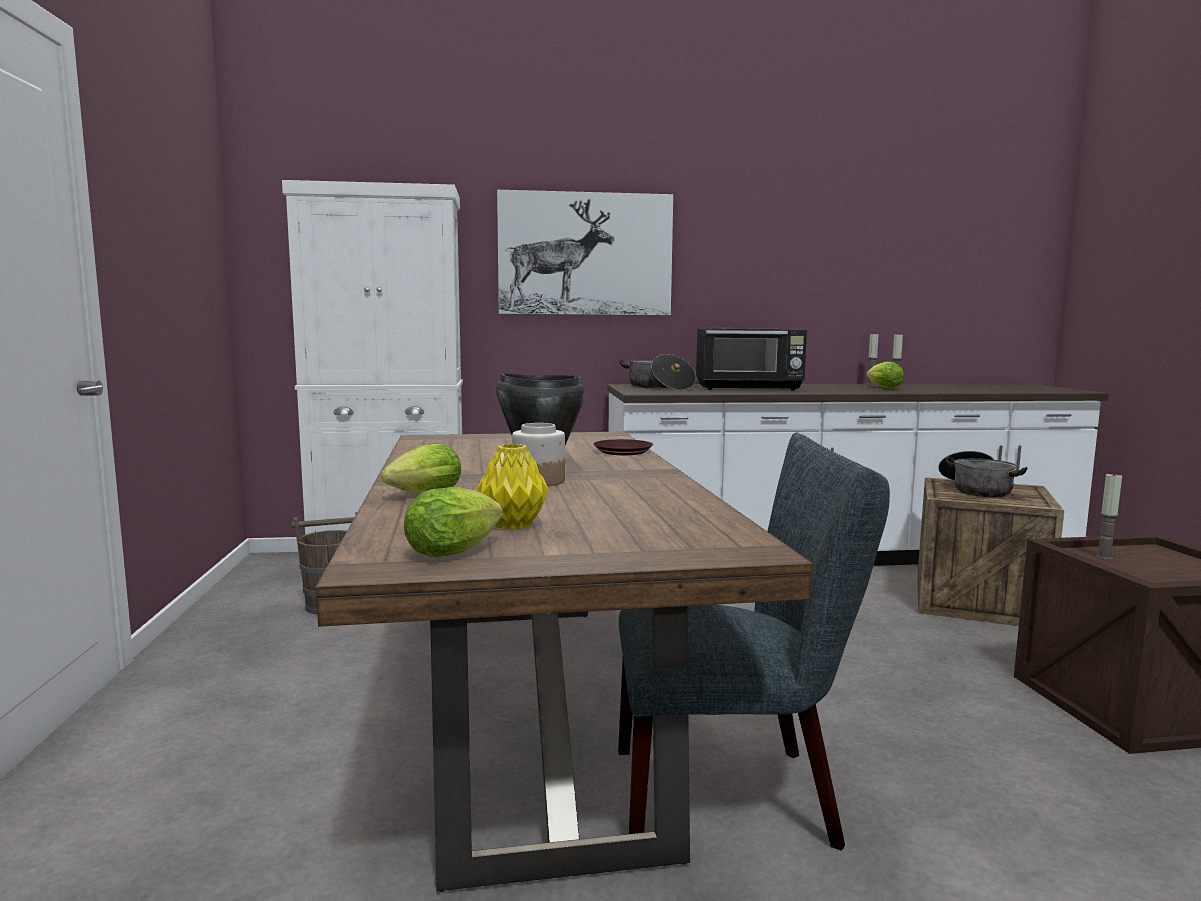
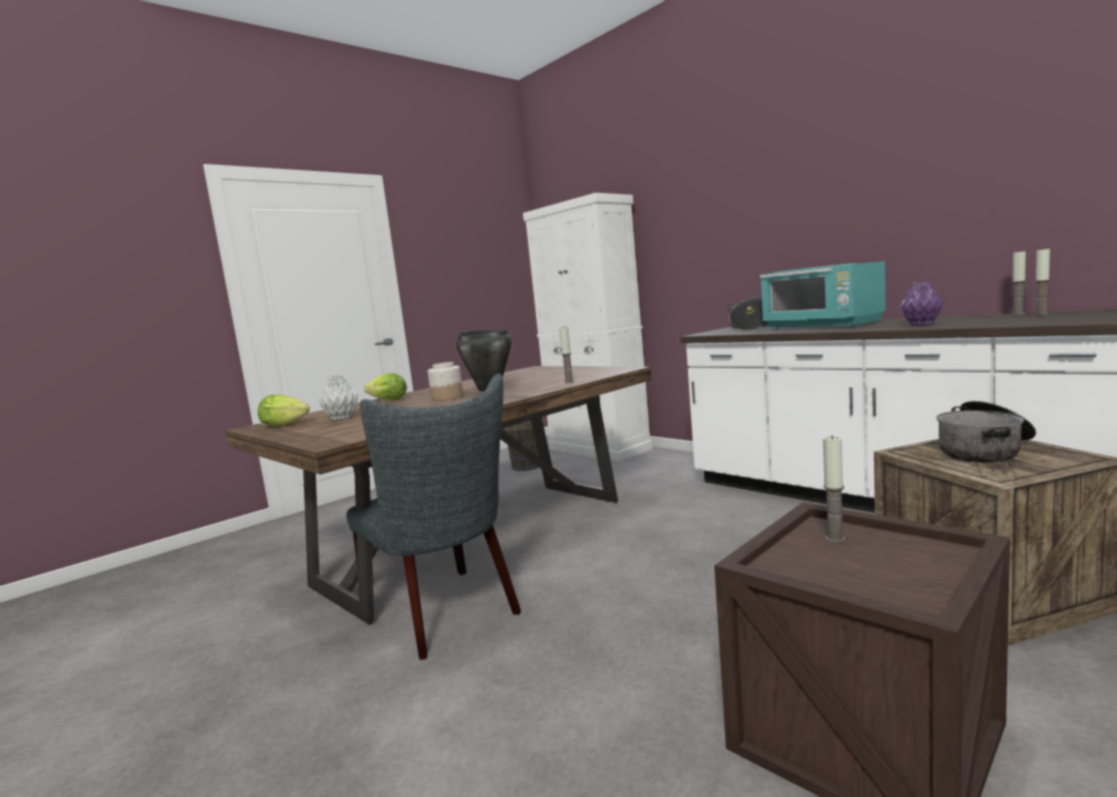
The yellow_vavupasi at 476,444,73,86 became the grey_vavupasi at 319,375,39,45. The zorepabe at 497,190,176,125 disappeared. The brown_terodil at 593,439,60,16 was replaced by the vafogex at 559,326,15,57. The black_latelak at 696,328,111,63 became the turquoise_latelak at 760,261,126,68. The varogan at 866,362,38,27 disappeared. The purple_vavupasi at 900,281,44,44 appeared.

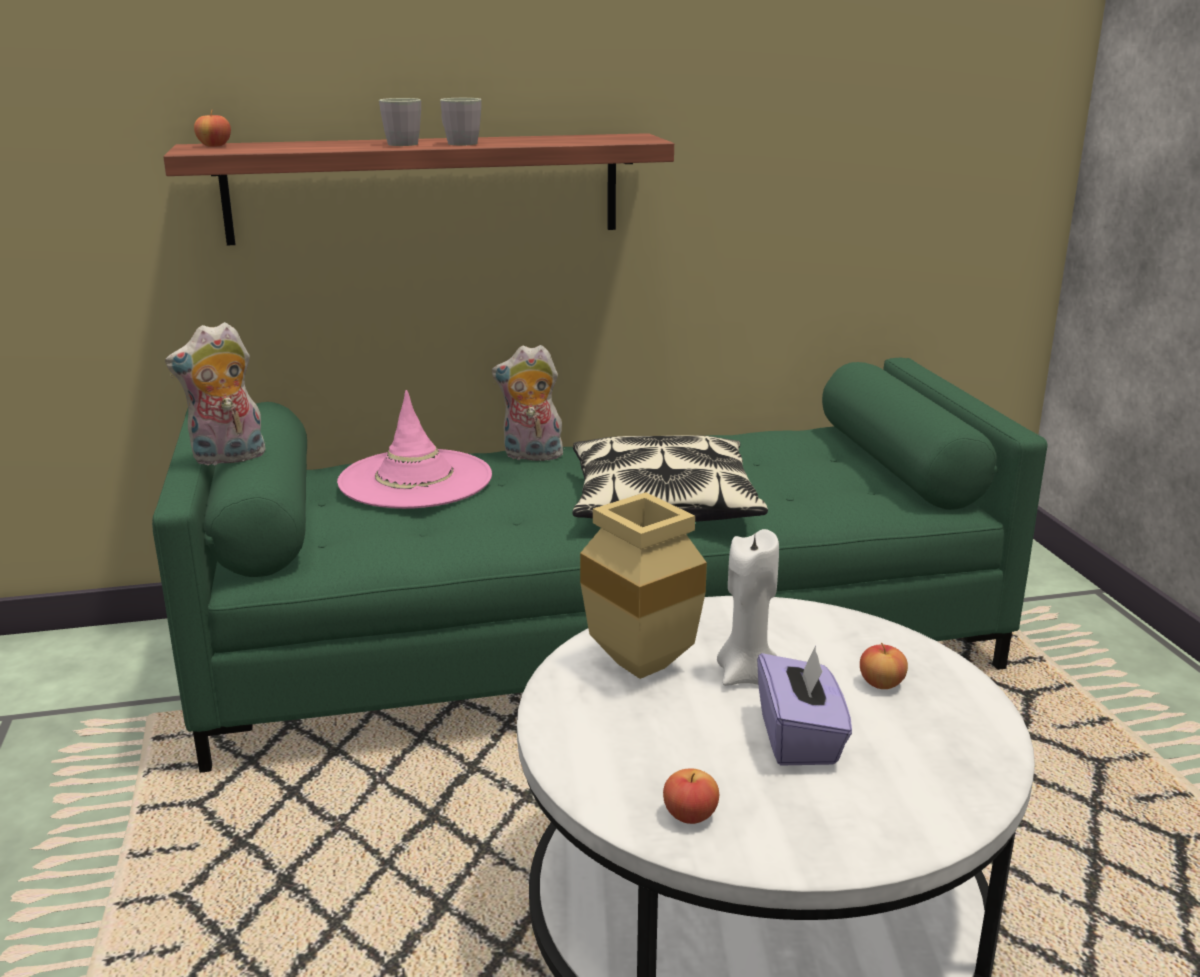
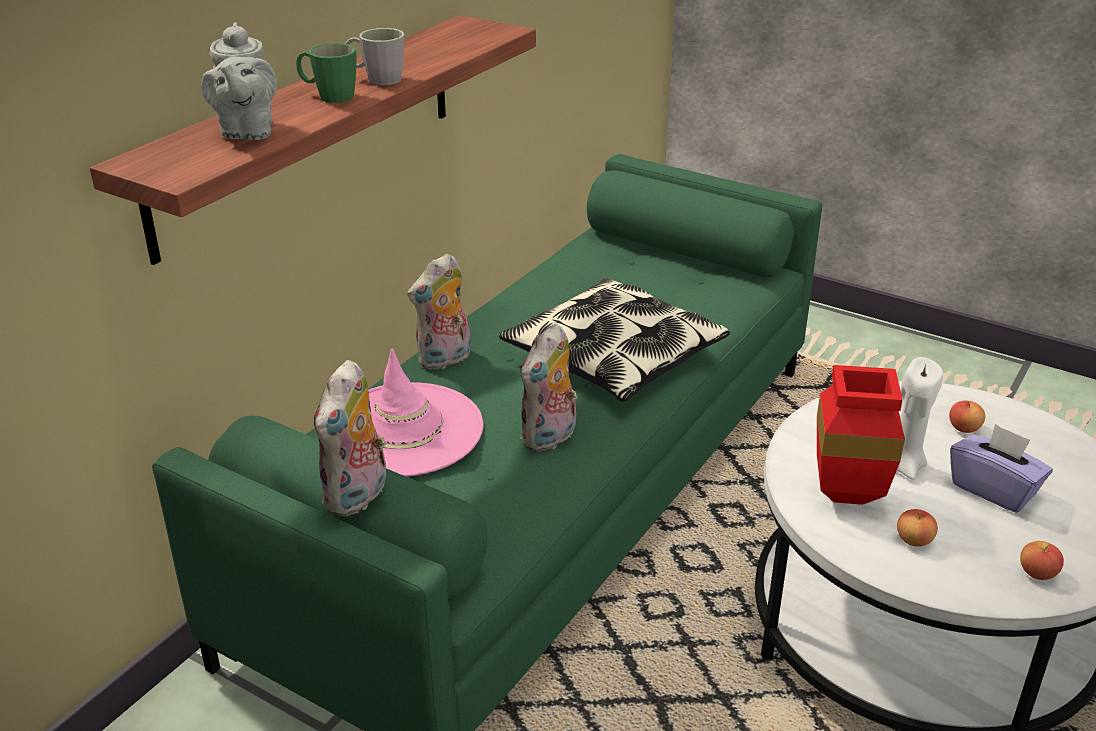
The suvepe moved from 194,110,37,37 to 897,509,41,38. The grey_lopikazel at 379,98,42,48 became the green_lopikazel at 296,43,60,60. The beige_vavupasi at 580,492,127,187 became the red_vavupasi at 817,365,88,140. The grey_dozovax at 201,22,76,118 appeared. The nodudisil at 521,324,56,128 appeared.

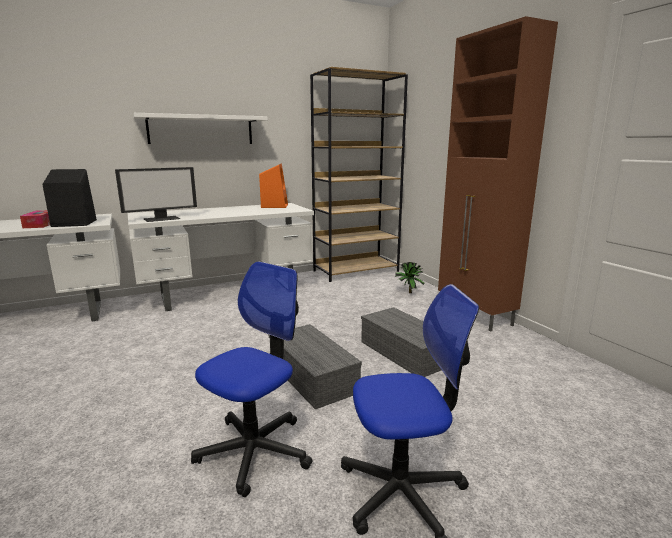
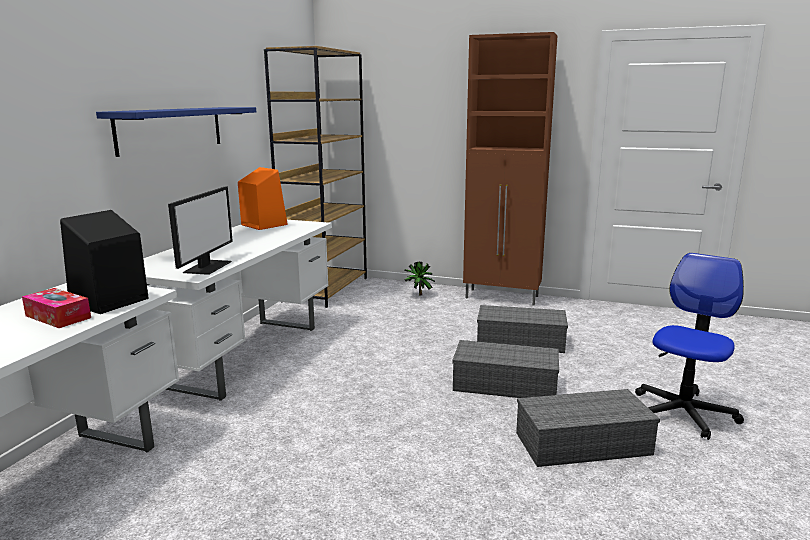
The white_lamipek at 133,113,135,31 became the blue_lamipek at 96,107,160,50. The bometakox at 191,261,121,236 was replaced by the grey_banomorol at 516,389,144,78.

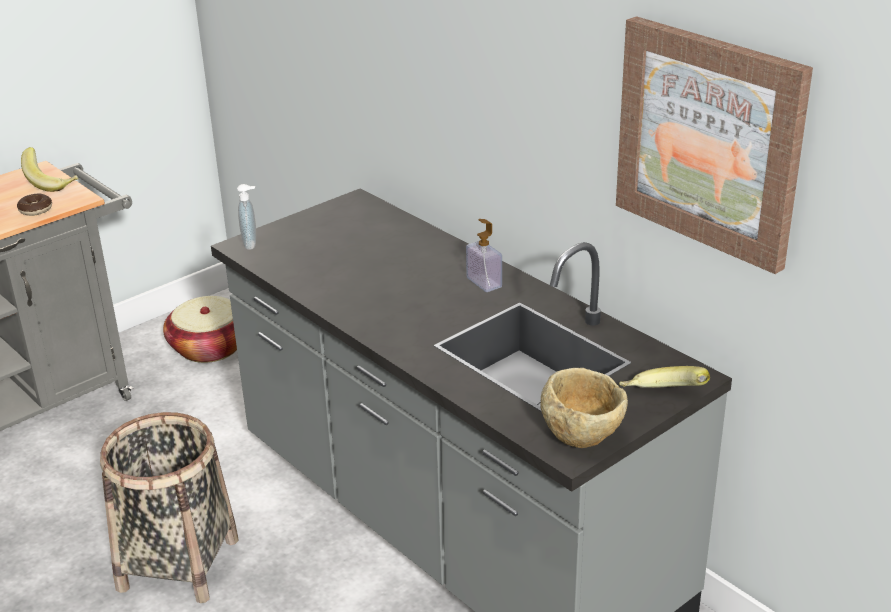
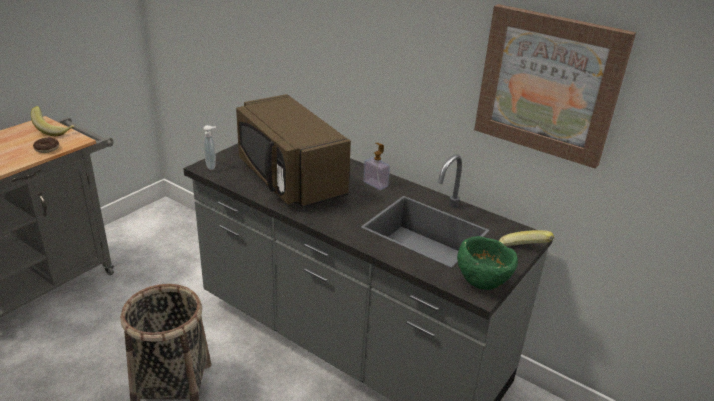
The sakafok at 163,296,74,67 disappeared. The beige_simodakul at 540,368,88,80 became the green_simodakul at 457,236,61,54. The brown_latelak at 236,94,115,114 appeared.

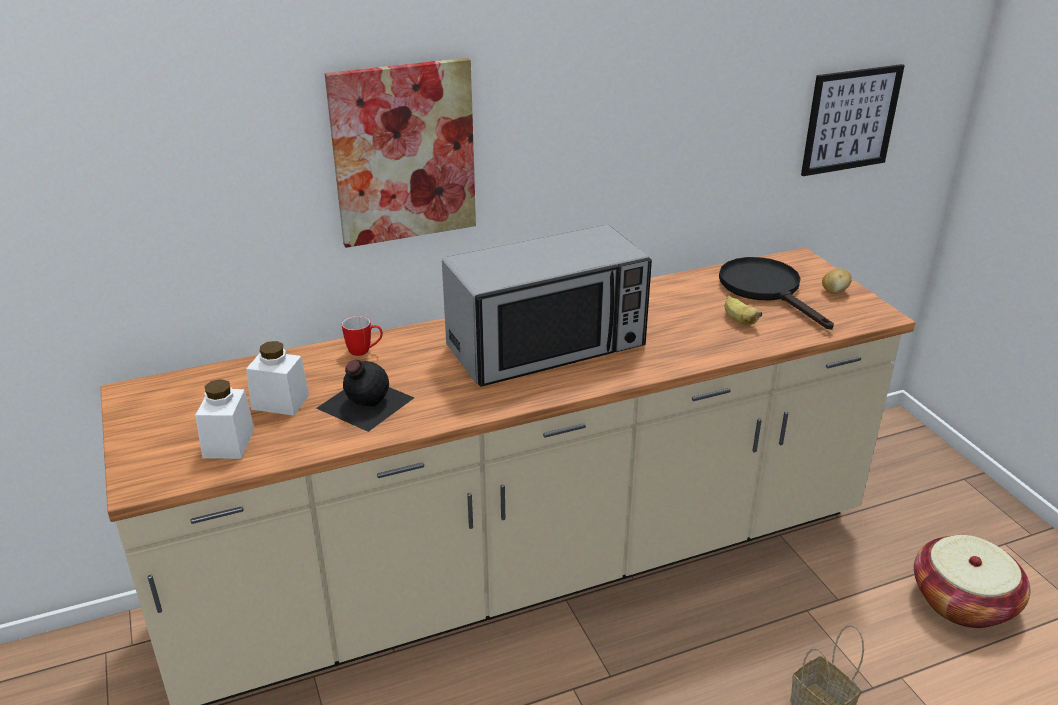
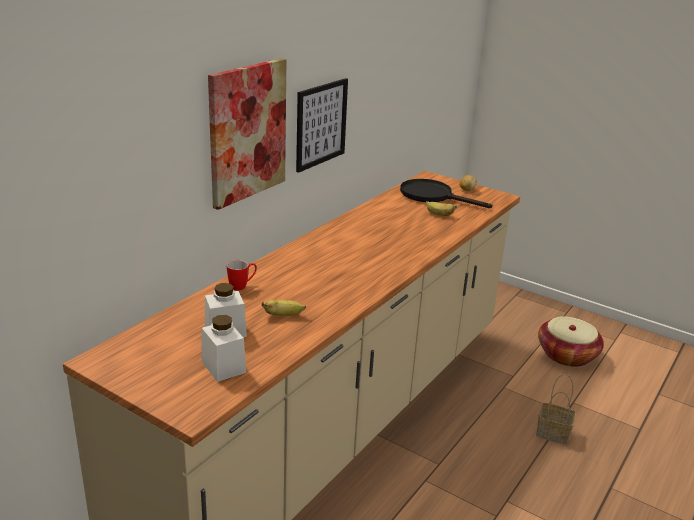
The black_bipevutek at 316,360,98,72 was replaced by the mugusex at 262,300,44,16. The latelak at 442,225,210,162 disappeared. The zorepabe moved from 801,64,104,112 to 296,78,52,95.

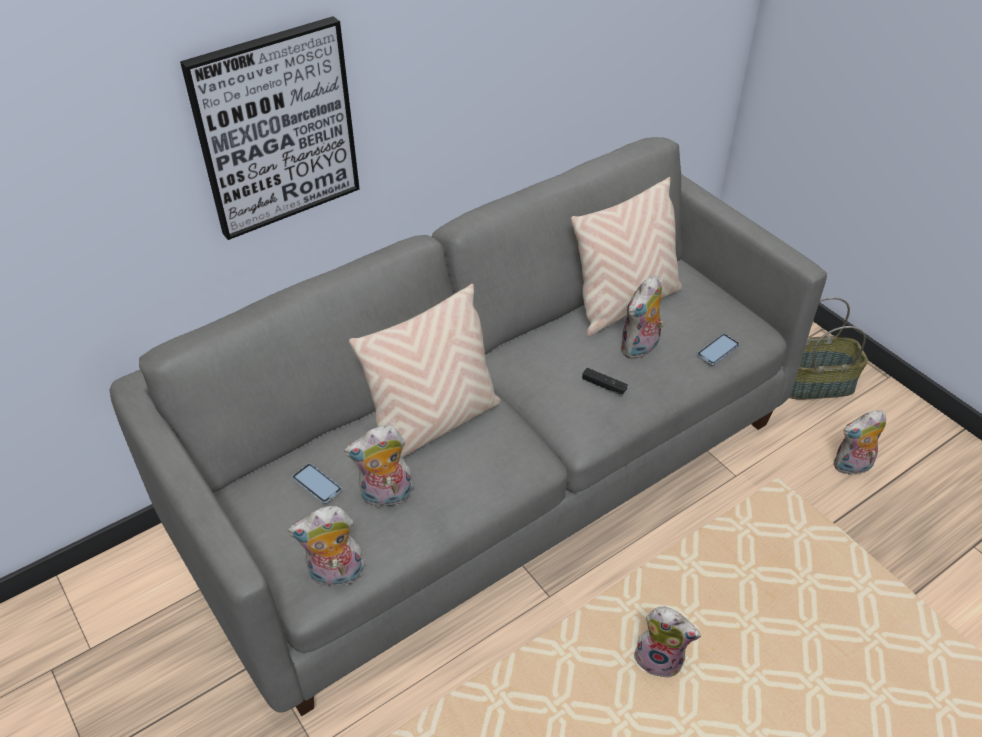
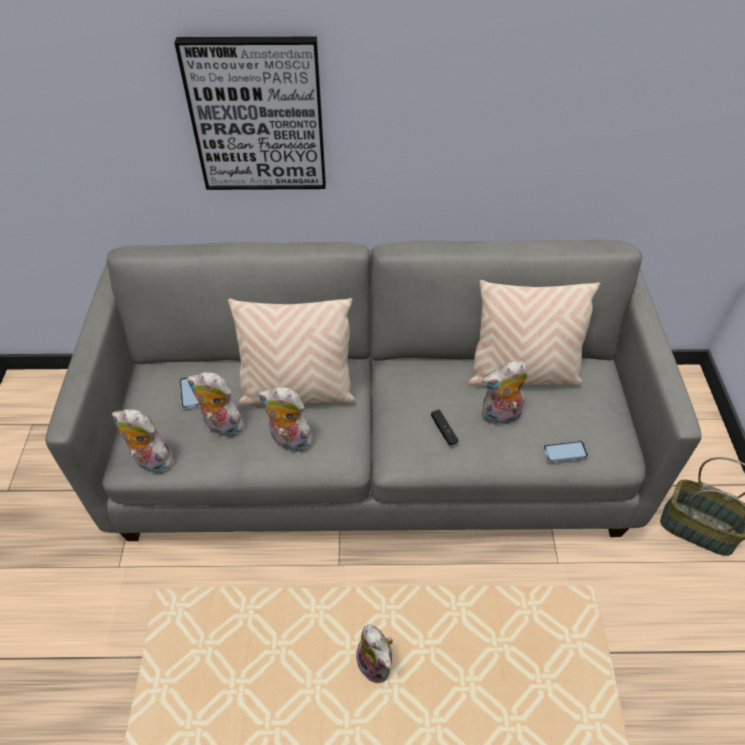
The nodudisil moved from 834,410,52,66 to 258,387,58,65.

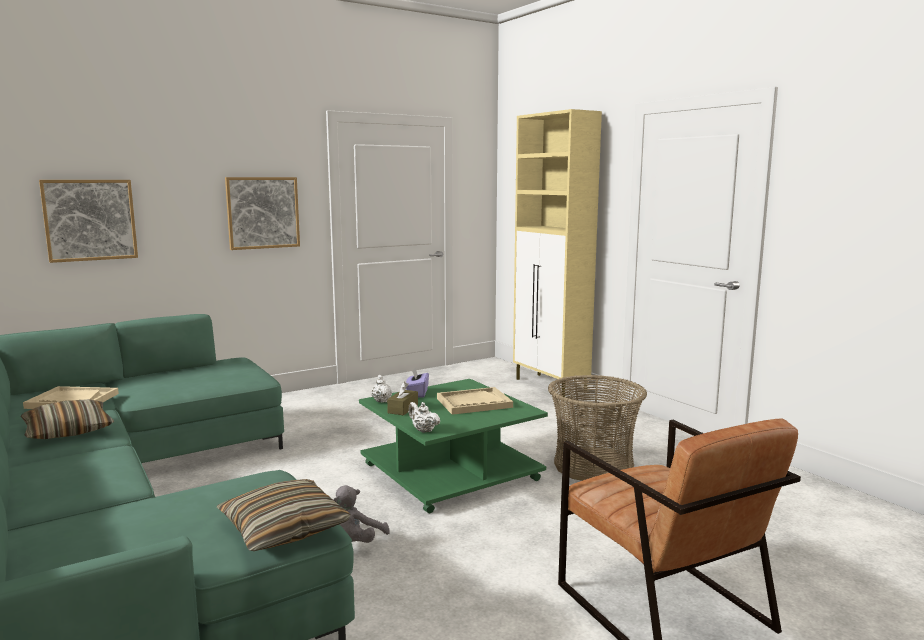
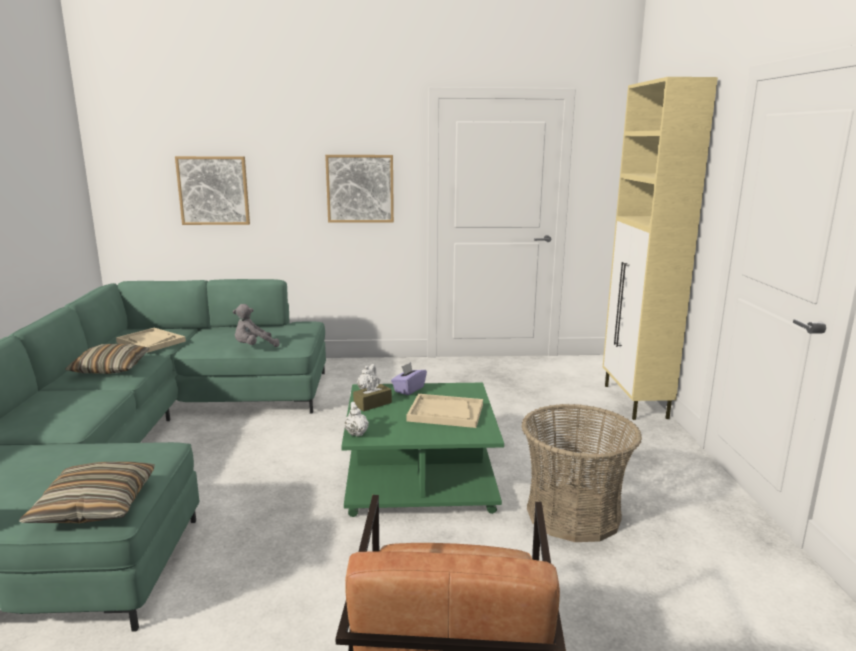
The grey_nodudisil moved from 334,485,56,58 to 233,304,47,43.

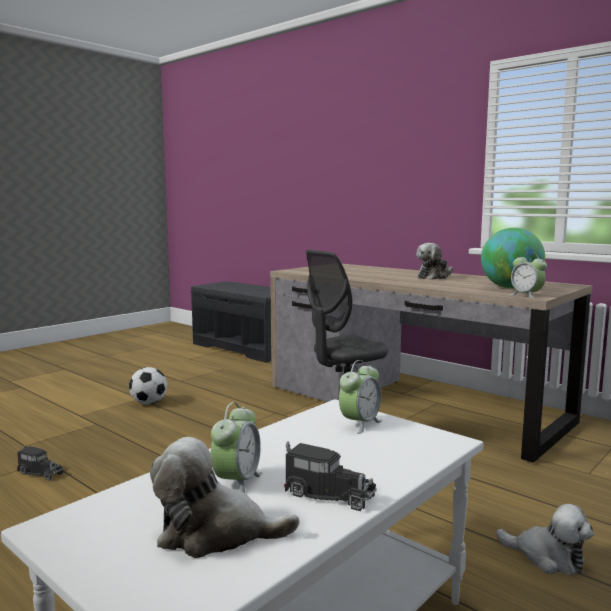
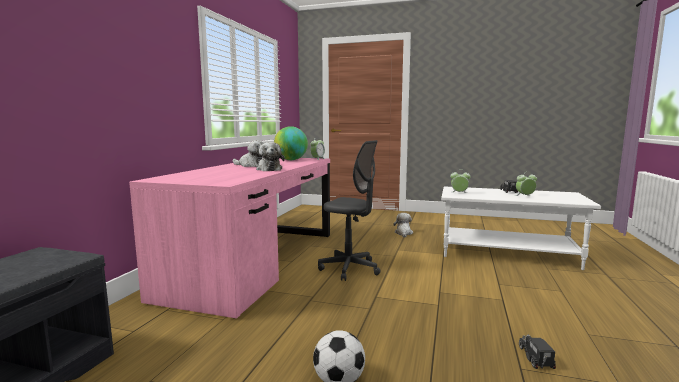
The nodudisil moved from 150,437,149,121 to 256,142,29,29. The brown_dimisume at 270,264,323,199 became the pink_dimisume at 129,158,201,161.

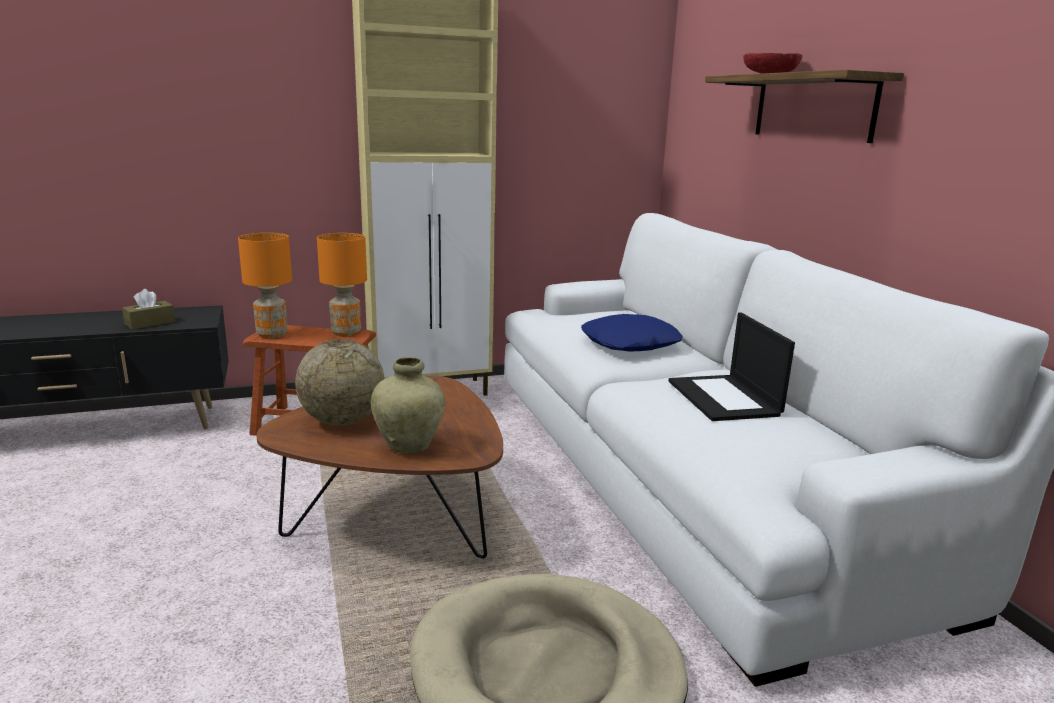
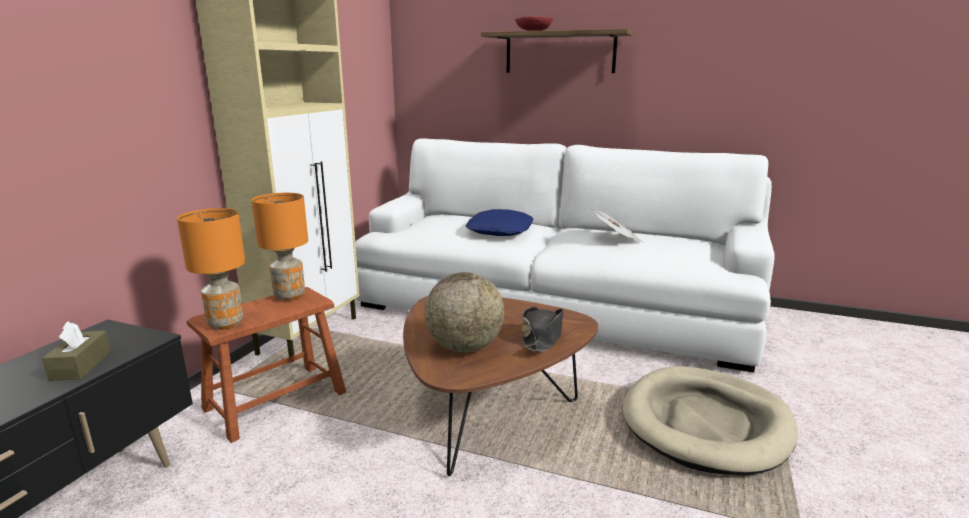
The beige_vavupasi at 371,357,74,97 was replaced by the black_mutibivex at 522,307,42,45. The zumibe at 669,312,126,109 was replaced by the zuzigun at 589,208,56,35.

